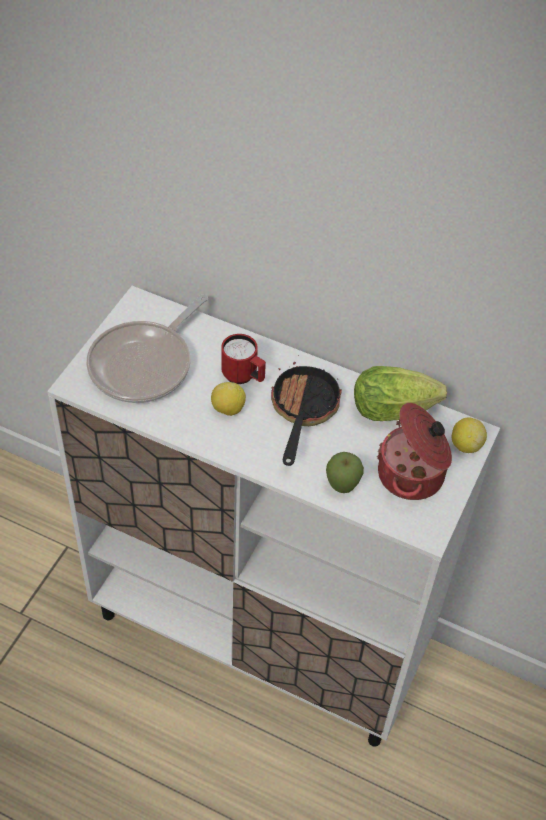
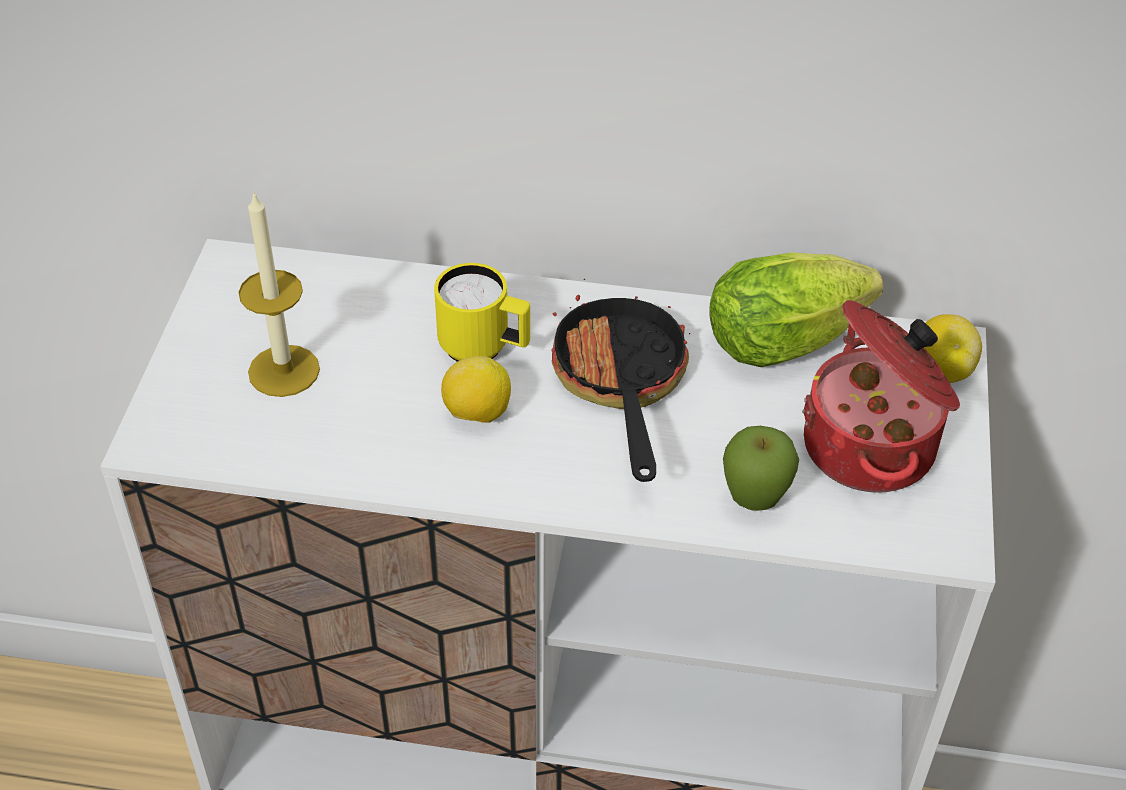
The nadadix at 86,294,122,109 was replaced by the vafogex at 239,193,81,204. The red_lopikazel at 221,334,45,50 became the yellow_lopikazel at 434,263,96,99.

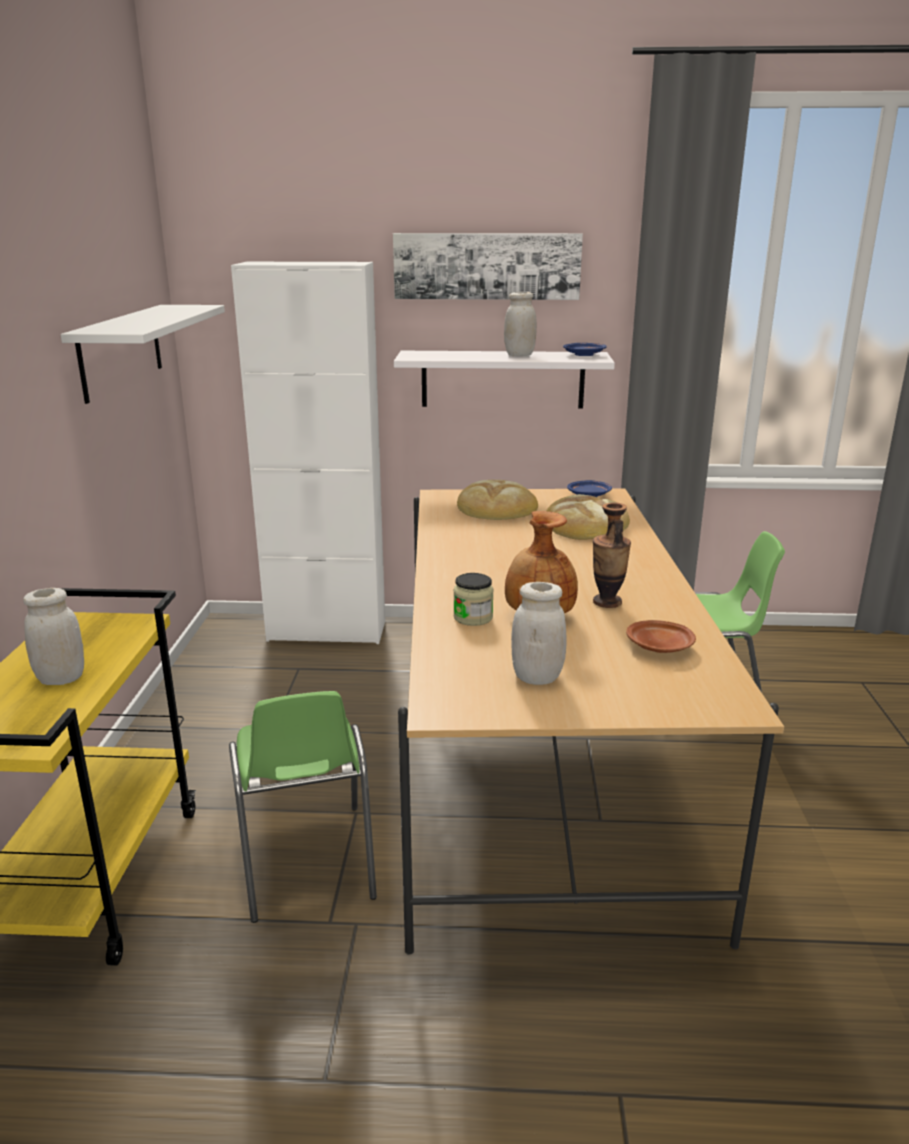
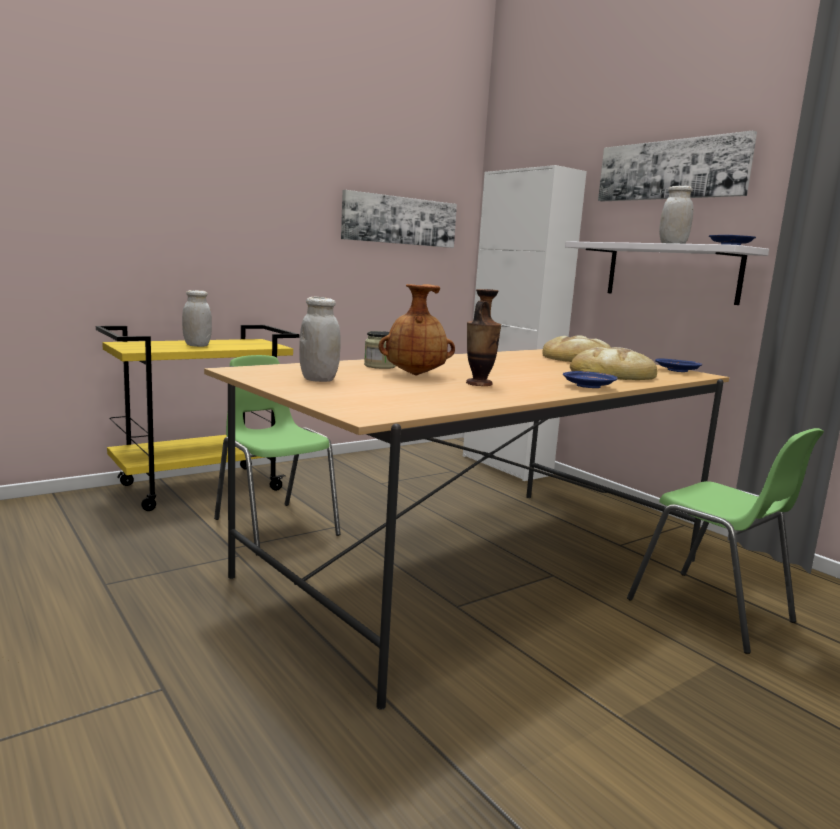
The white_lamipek at 61,305,164,99 was replaced by the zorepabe at 341,190,116,58. The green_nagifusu at 229,691,148,232 turned 105 degrees clockwise. The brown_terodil at 626,620,70,33 disappeared. The blue_terodil at 563,371,55,17 appeared.

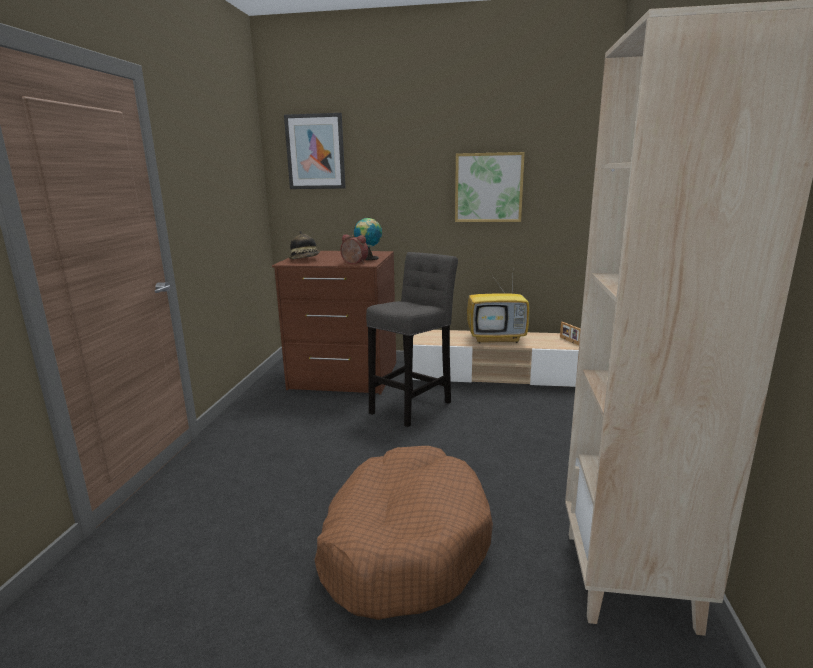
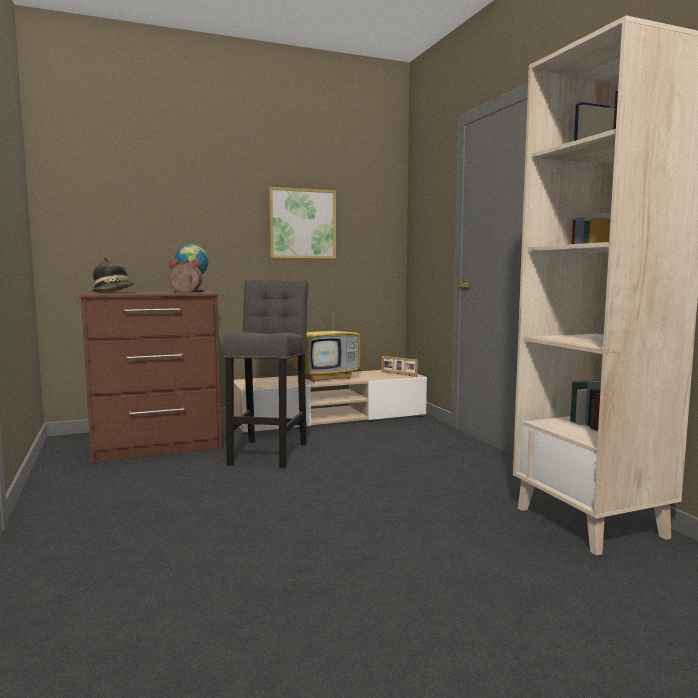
The zorepabe at 284,113,61,76 disappeared. The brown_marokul at 315,446,178,174 disappeared.

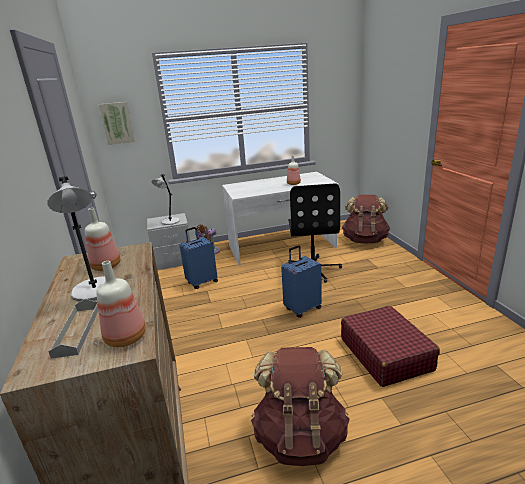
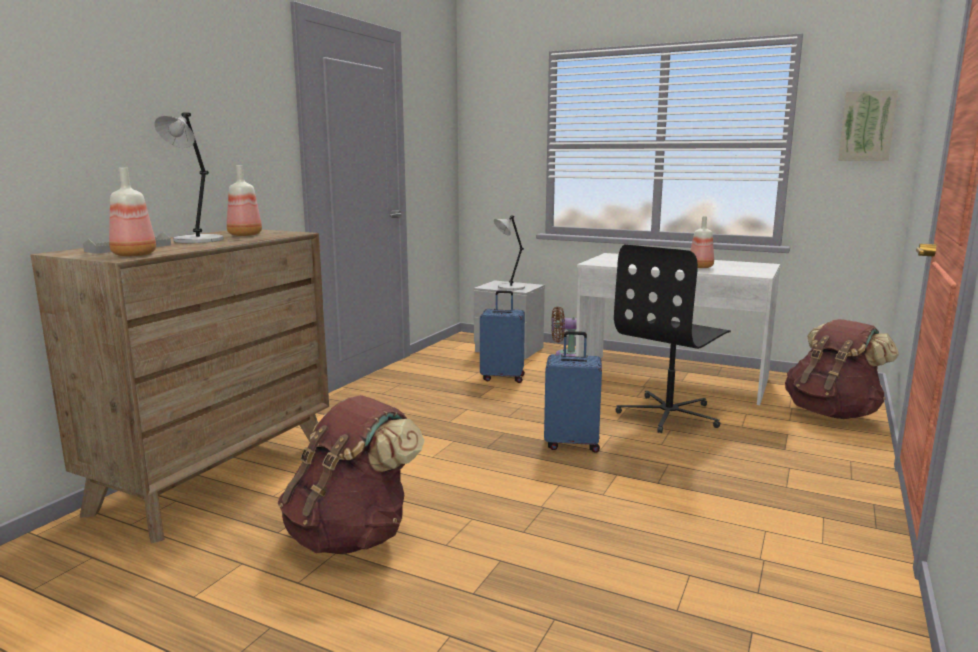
The zorepabe moved from 99,102,36,43 to 838,90,60,71. The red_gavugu at 341,306,99,81 disappeared.

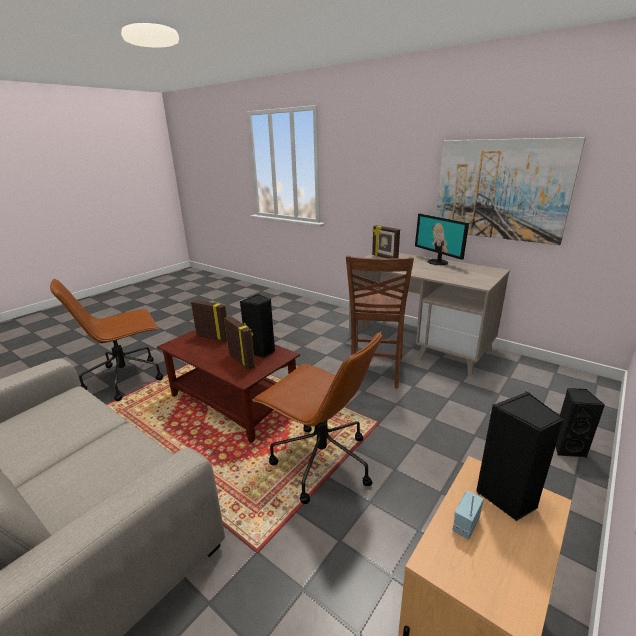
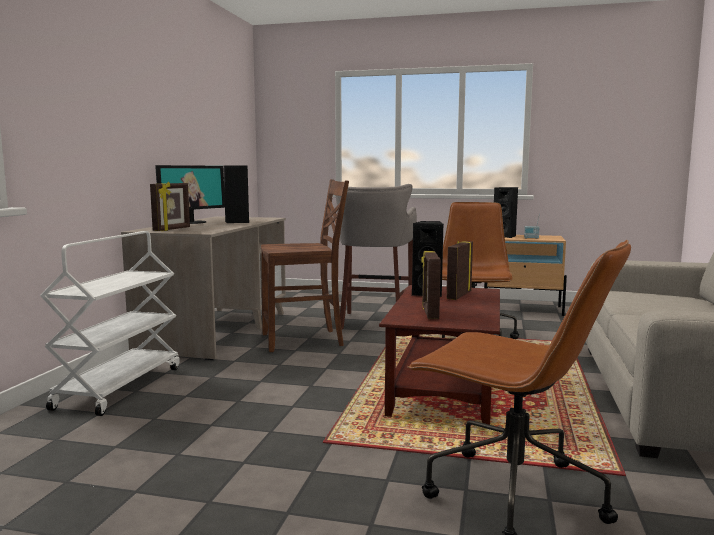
The zorepabe at 436,137,150,108 disappeared. The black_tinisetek moved from 556,388,49,70 to 223,166,26,57. The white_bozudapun at 40,231,139,185 appeared. The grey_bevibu at 335,184,82,145 appeared.

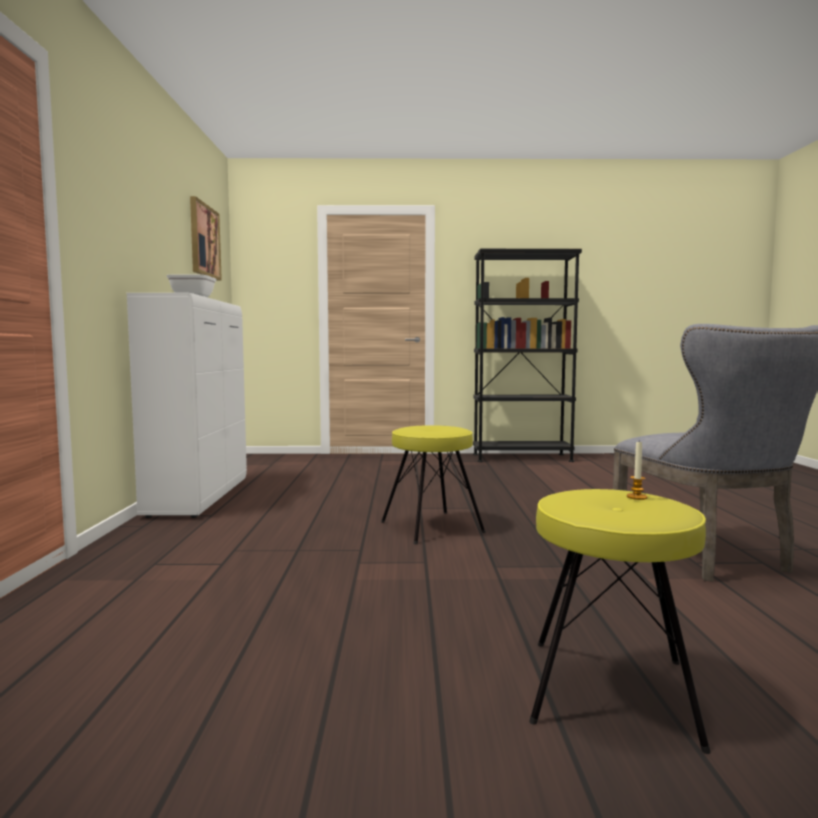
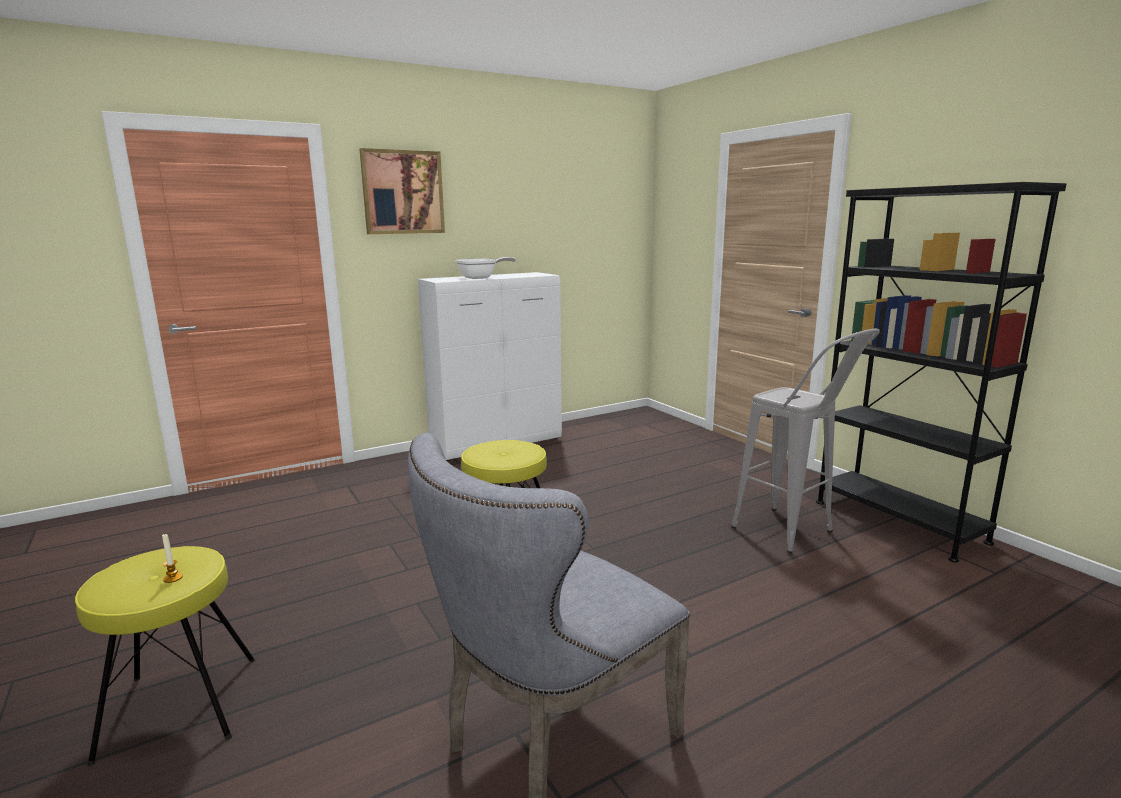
The zorepabe moved from 190,196,32,85 to 359,148,86,86. The grey_bevibu at 731,329,149,225 appeared.

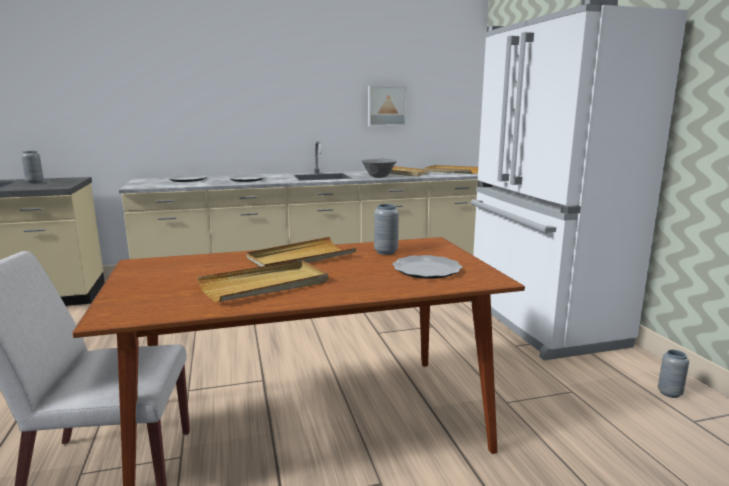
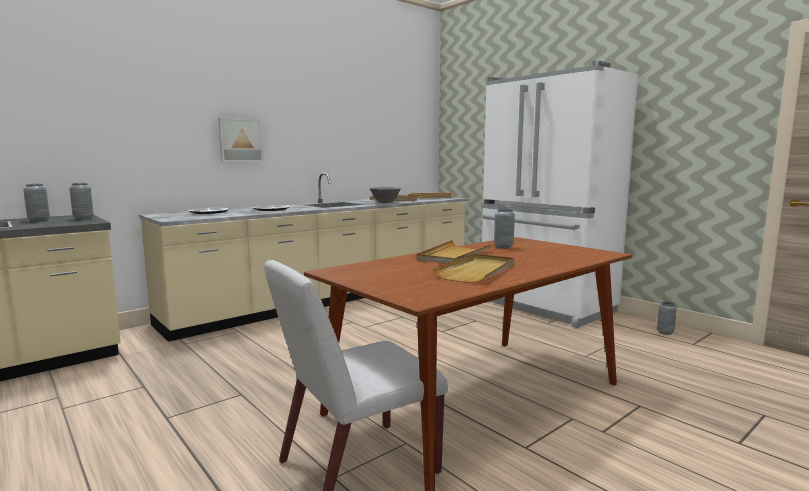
The zorepabe moved from 368,86,39,40 to 218,118,45,44. The terodil at 392,255,70,24 disappeared. The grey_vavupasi at 69,183,25,36 appeared.

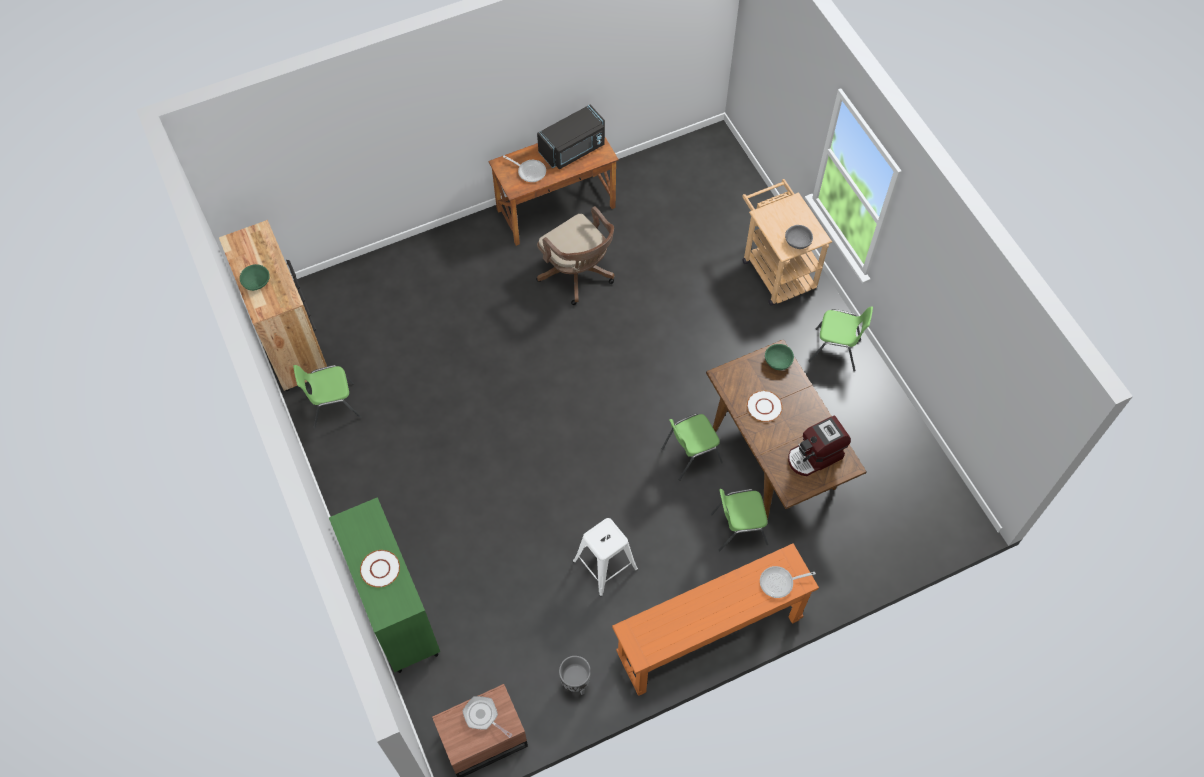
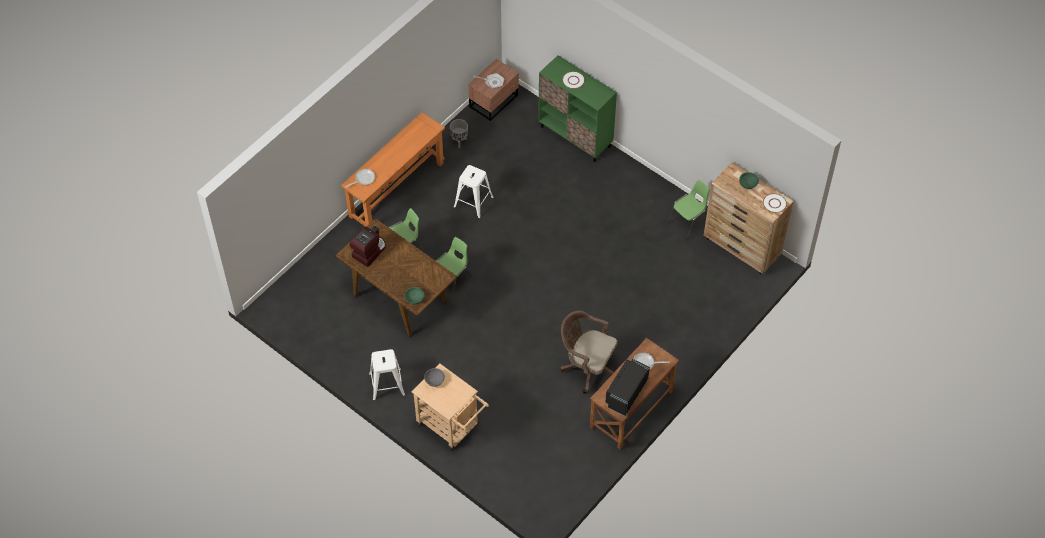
The white_terodil moved from 747,390,36,32 to 763,193,24,20. The green_nagifusu at 809,306,64,65 was replaced by the white_bevibu at 369,349,36,52.

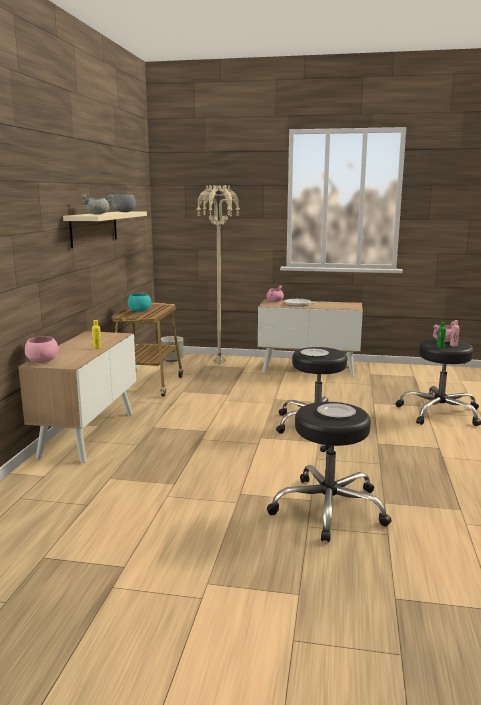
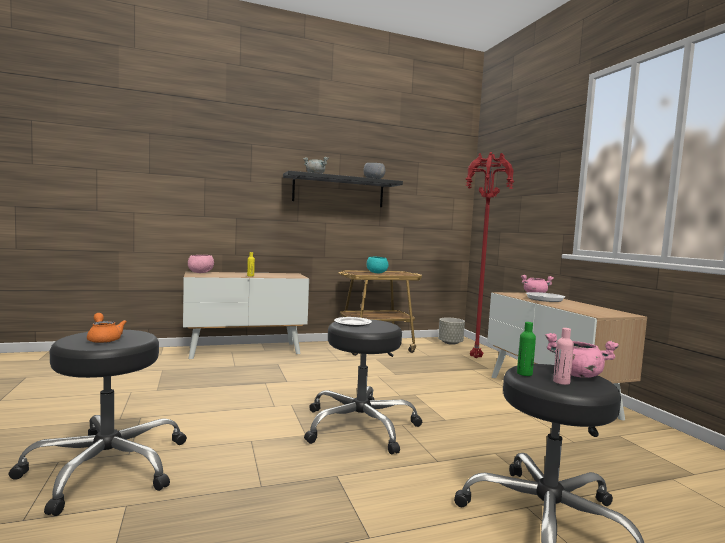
The beige_lamipek at 63,211,84,37 became the black_lamipek at 283,171,120,36. The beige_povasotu at 196,184,44,180 became the red_povasotu at 465,152,50,206. The terodil at 317,403,39,15 was replaced by the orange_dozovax at 87,313,40,30.

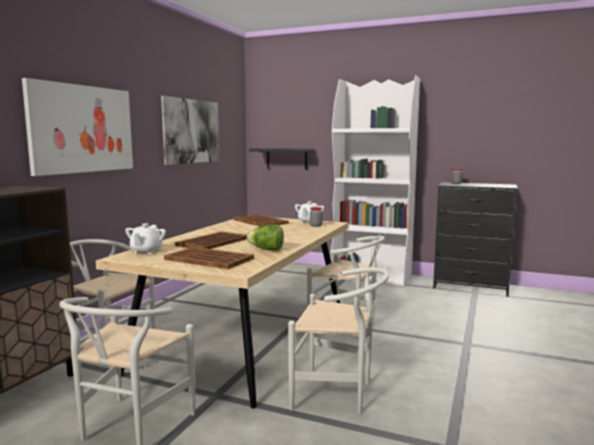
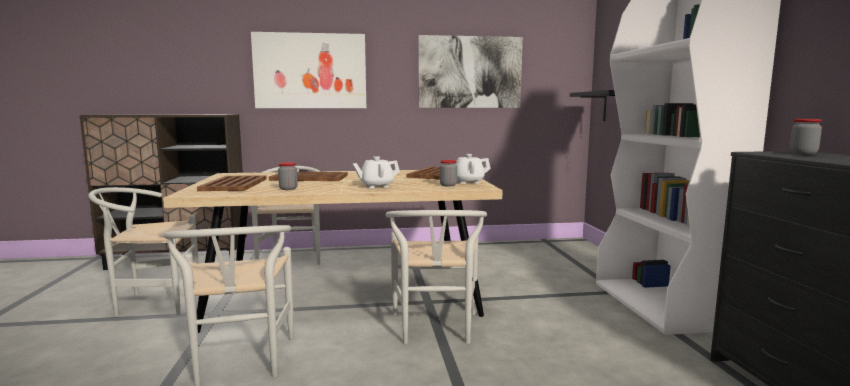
The white_dozovax moved from 125,223,41,31 to 352,156,48,32. The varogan at 247,224,37,27 was replaced by the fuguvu at 278,162,20,28.

